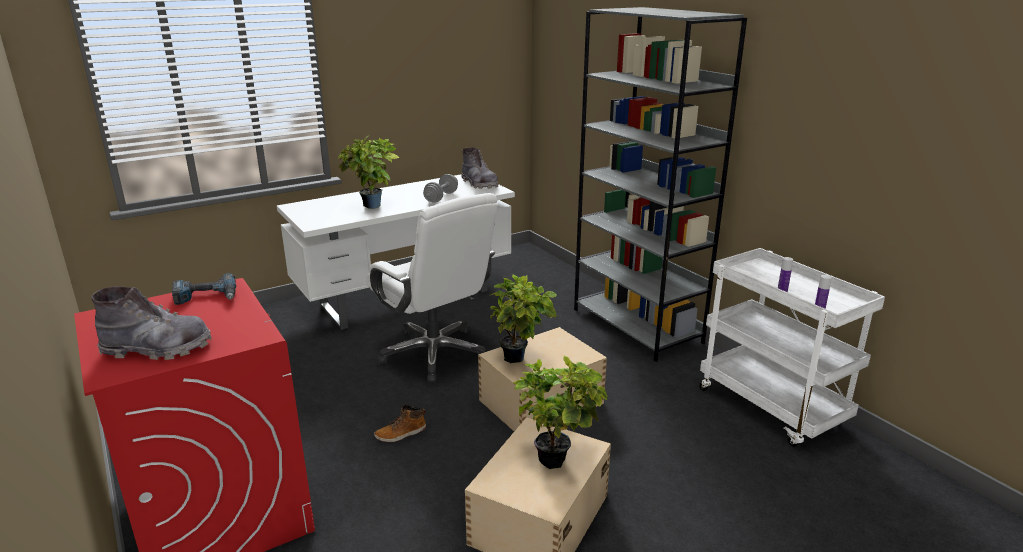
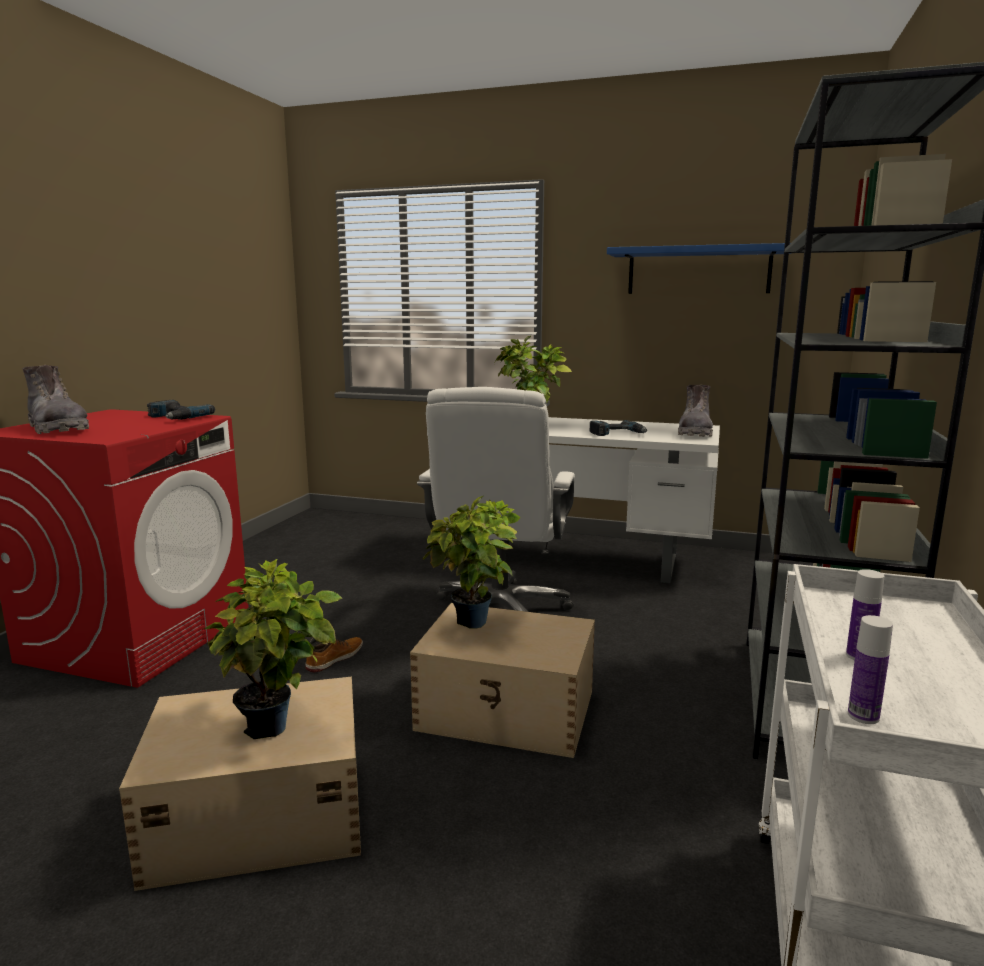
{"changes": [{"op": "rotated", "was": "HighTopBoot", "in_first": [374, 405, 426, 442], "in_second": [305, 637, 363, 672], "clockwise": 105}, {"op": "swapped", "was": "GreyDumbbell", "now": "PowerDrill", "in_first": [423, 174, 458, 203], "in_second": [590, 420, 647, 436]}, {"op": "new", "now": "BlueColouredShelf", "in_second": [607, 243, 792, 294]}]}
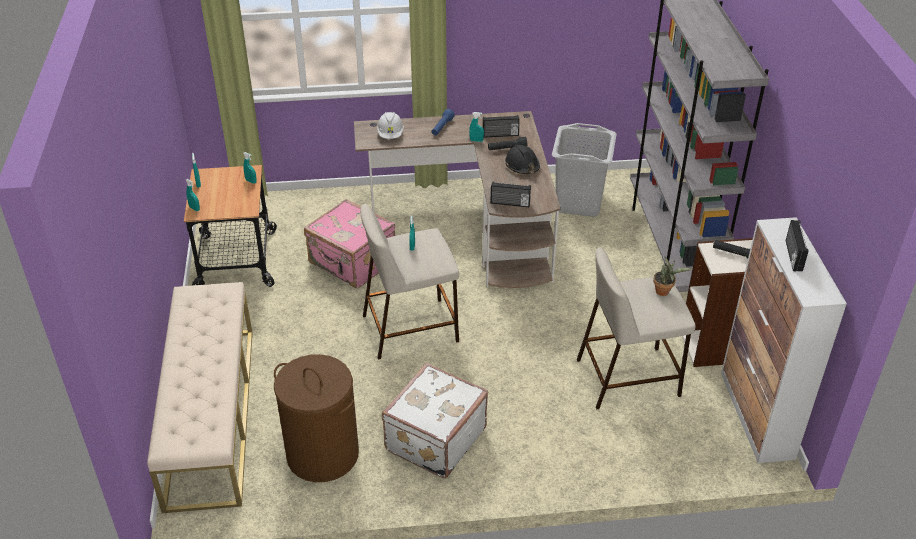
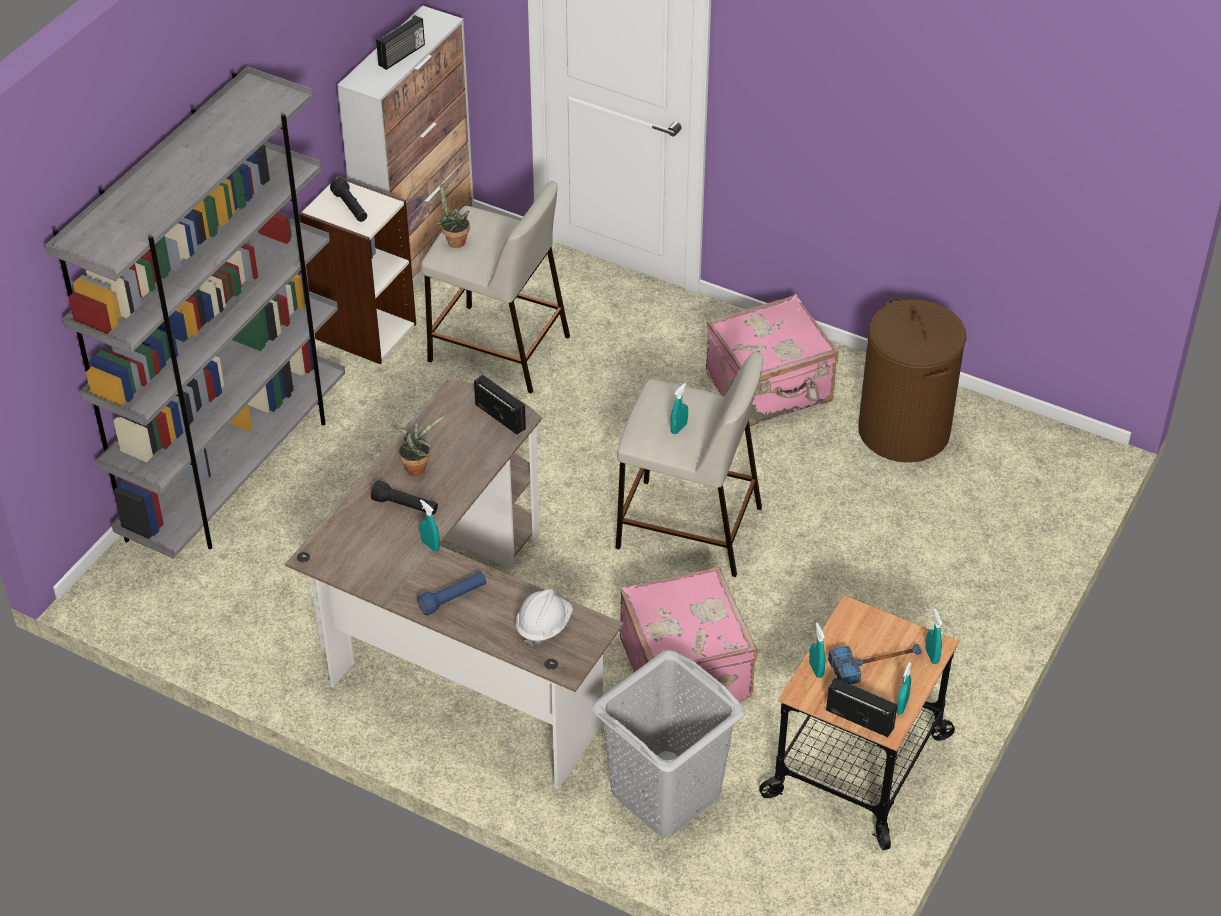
{"changes": [{"op": "gone", "was": "BeigeColouredBench", "in_first": [147, 282, 252, 513]}, {"op": "repainted", "was": "WhitishPieceOfLuggage", "now": "PinkishPieceOfLuggage", "in_first": [382, 363, 488, 478], "in_second": [706, 294, 839, 426]}, {"op": "shifted", "was": "RadioReceiver", "in_first": [483, 115, 520, 138], "in_second": [826, 678, 897, 737]}, {"op": "swapped", "was": "BlackHardHat", "now": "Houseplant", "in_first": [505, 145, 540, 174], "in_second": [394, 415, 446, 476]}, {"op": "shifted", "was": "GreyHamper", "in_first": [552, 123, 617, 217], "in_second": [591, 650, 746, 837]}, {"op": "new", "now": "Hammer", "in_second": [828, 644, 922, 684]}]}
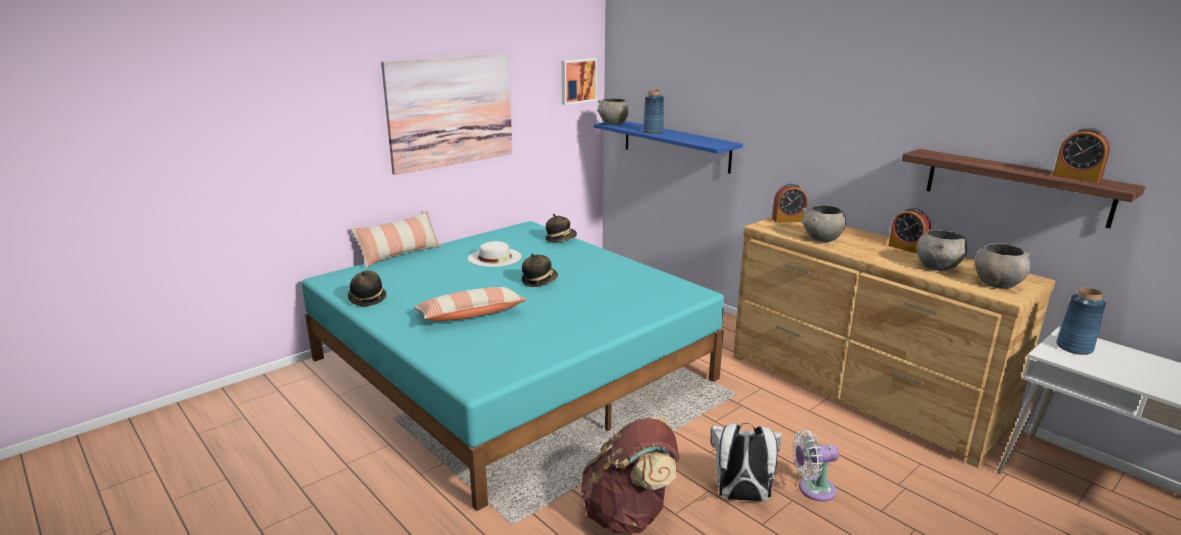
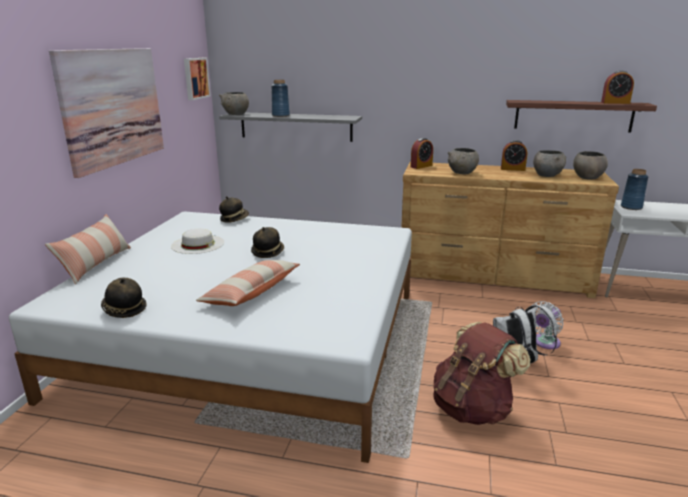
{"changes": [{"op": "repainted", "was": "TurquoiseBedroomBed", "now": "WhitishBedroomBed", "in_first": [302, 221, 724, 511], "in_second": [9, 212, 412, 463]}, {"op": "repainted", "was": "BlueColouredShelf", "now": "GreyShelf", "in_first": [594, 121, 743, 174], "in_second": [219, 112, 362, 142]}]}
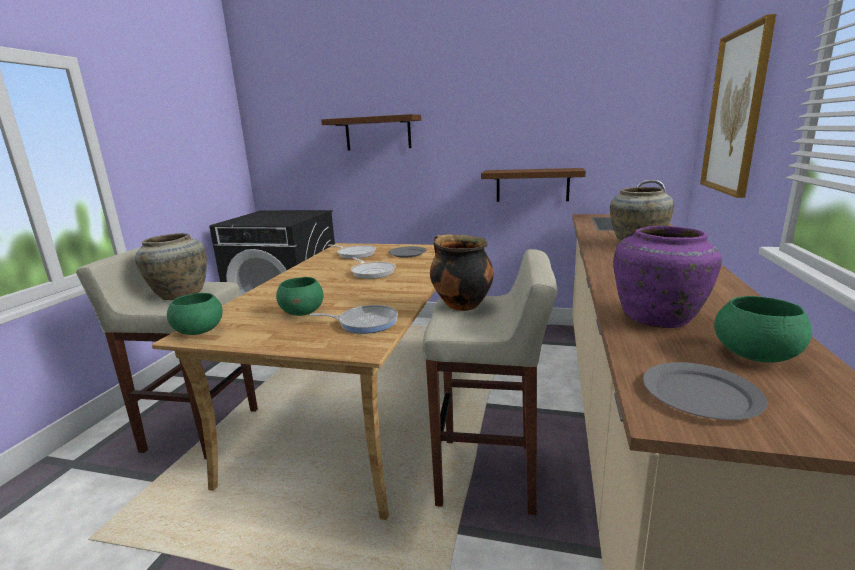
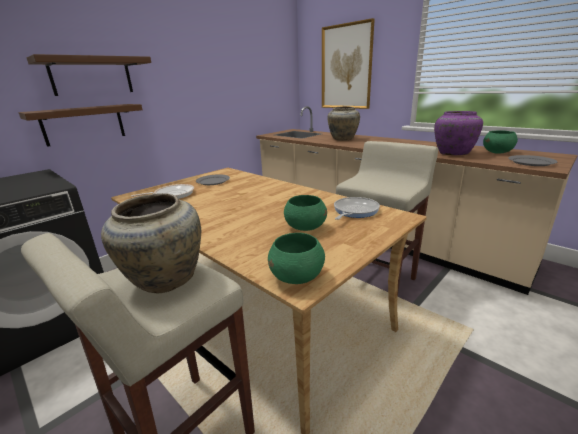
{"changes": [{"op": "gone", "was": "FryingPan", "in_first": [351, 257, 396, 279]}, {"op": "gone", "was": "CookingPot", "in_first": [430, 234, 494, 311]}, {"op": "shifted", "was": "BrownColouredShelf", "in_first": [481, 168, 586, 202], "in_second": [19, 104, 142, 147]}]}
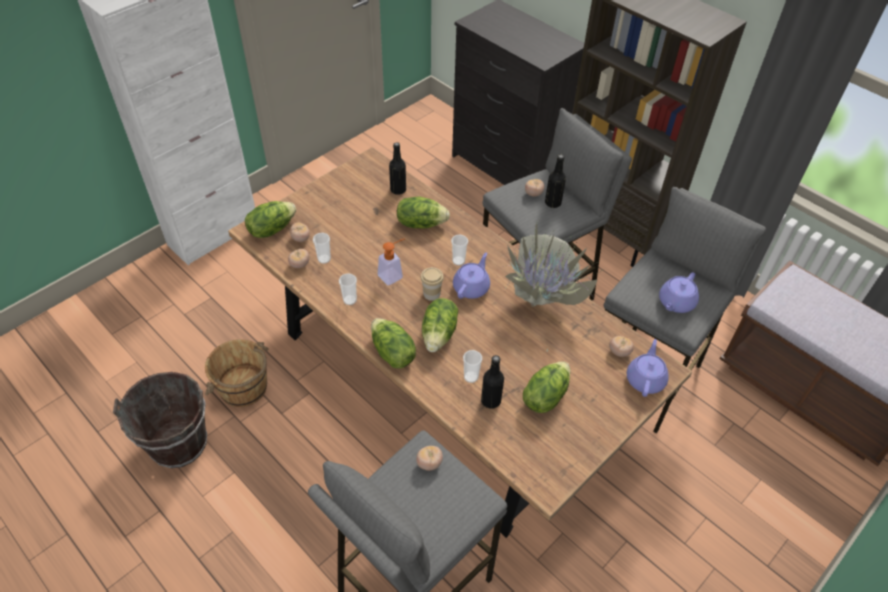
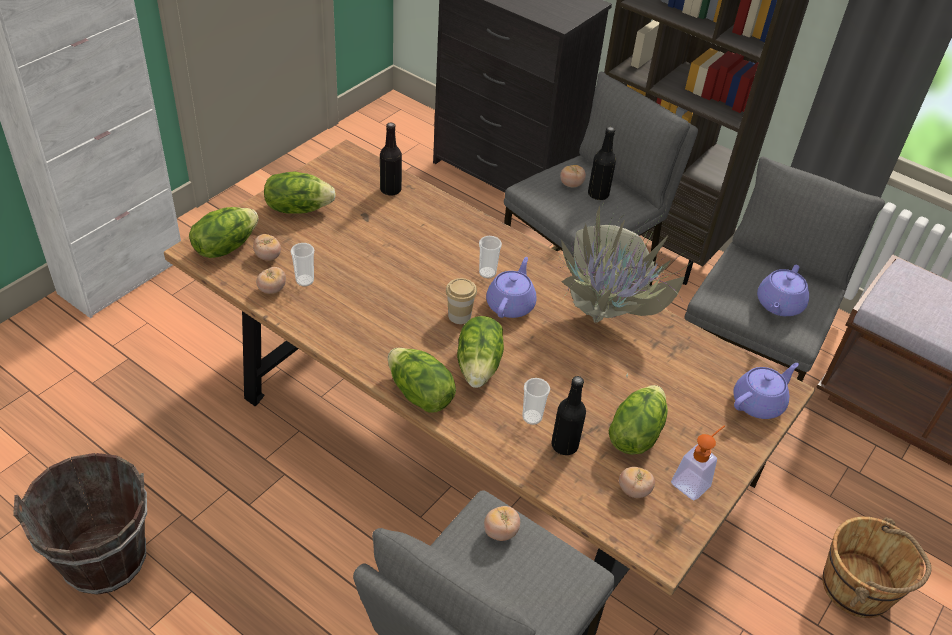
{"changes": [{"op": "shifted", "was": "BrownColouredBucket", "in_first": [205, 339, 269, 407], "in_second": [822, 516, 932, 618]}, {"op": "gone", "was": "Cup", "in_first": [339, 273, 357, 305]}, {"op": "shifted", "was": "SoapDispenser", "in_first": [378, 238, 405, 285], "in_second": [671, 425, 725, 500]}, {"op": "shifted", "was": "LettuceHead", "in_first": [397, 197, 450, 229], "in_second": [264, 171, 336, 214]}, {"op": "shifted", "was": "Tomato", "in_first": [609, 336, 634, 357], "in_second": [619, 467, 655, 498]}, {"op": "rotated", "was": "PurplishTeaPot", "in_first": [627, 339, 669, 397], "in_second": [733, 363, 799, 419], "clockwise": 45}]}
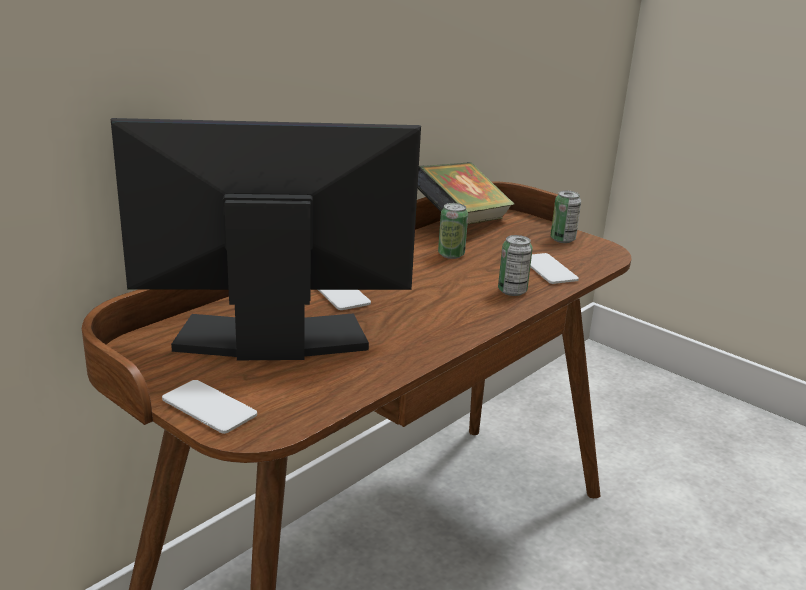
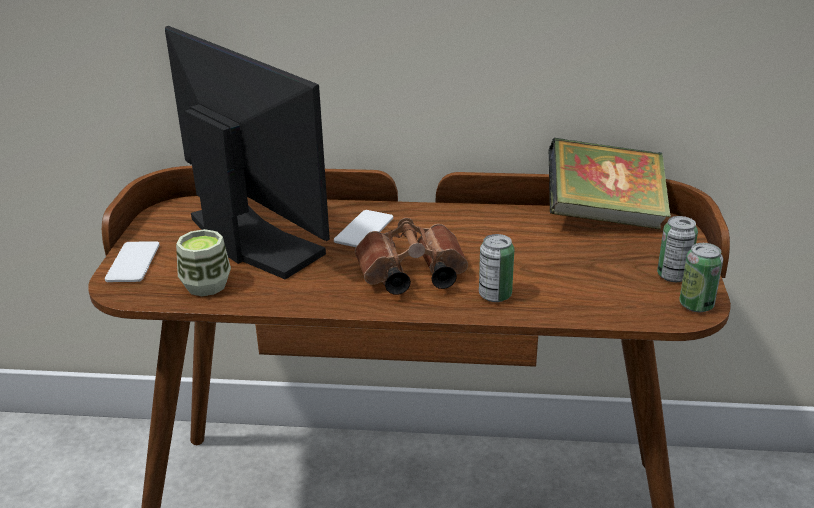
{"changes": [{"op": "shifted", "was": "MetalCan", "in_first": [438, 203, 468, 259], "in_second": [679, 243, 723, 312]}, {"op": "gone", "was": "Handset", "in_first": [530, 253, 579, 284]}, {"op": "new", "now": "Cup", "in_second": [176, 229, 231, 296]}, {"op": "new", "now": "BrownColouredFieldGlasses", "in_second": [355, 218, 468, 295]}]}
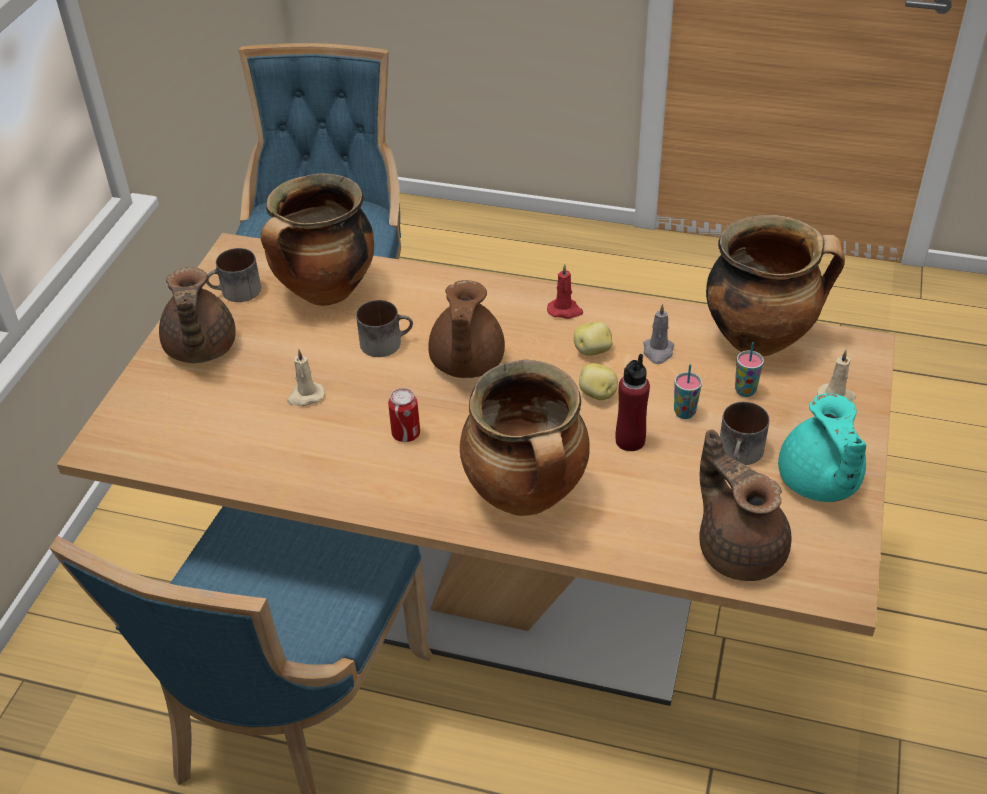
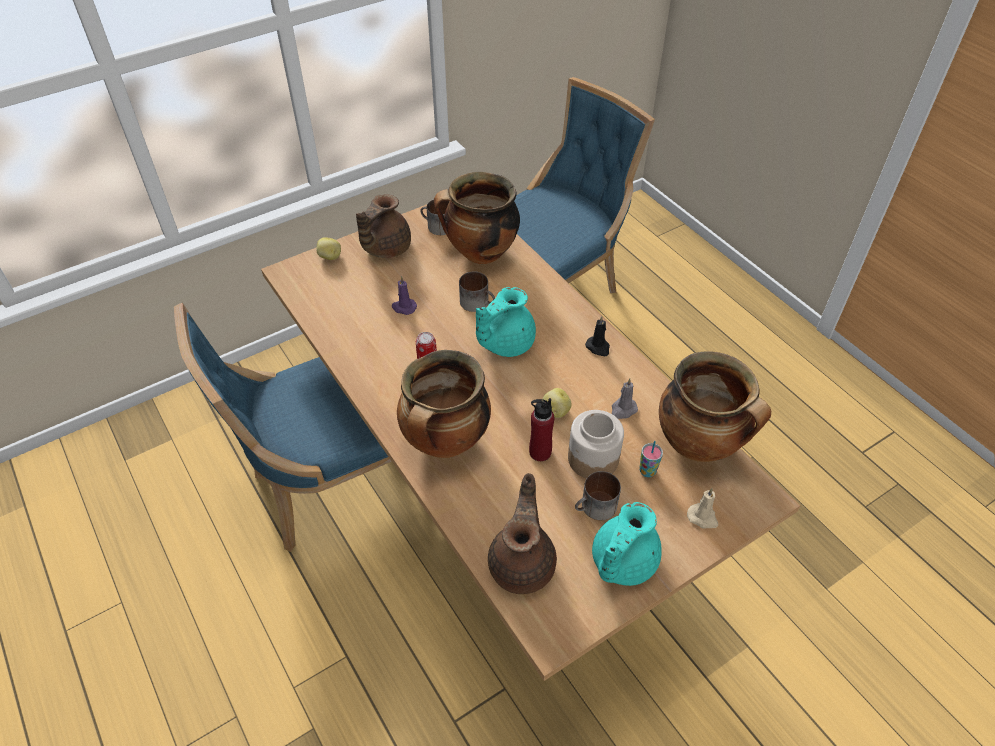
{"changes": [{"op": "repainted", "was": "BeigeColouredWaxLight", "now": "PurplishWaxLight", "in_first": [287, 349, 325, 406], "in_second": [392, 276, 417, 315]}, {"op": "repainted", "was": "BrownColouredTeaPot", "now": "TurquoiseTeaPot", "in_first": [428, 280, 505, 378], "in_second": [476, 287, 536, 357]}, {"op": "repainted", "was": "RedWaxLight", "now": "BlackWaxLight", "in_first": [547, 264, 583, 319], "in_second": [585, 316, 610, 356]}, {"op": "shifted", "was": "Potato", "in_first": [574, 322, 612, 356], "in_second": [317, 237, 341, 260]}, {"op": "swapped", "was": "Cup", "now": "PreserveJar", "in_first": [674, 364, 702, 419], "in_second": [568, 410, 624, 479]}]}
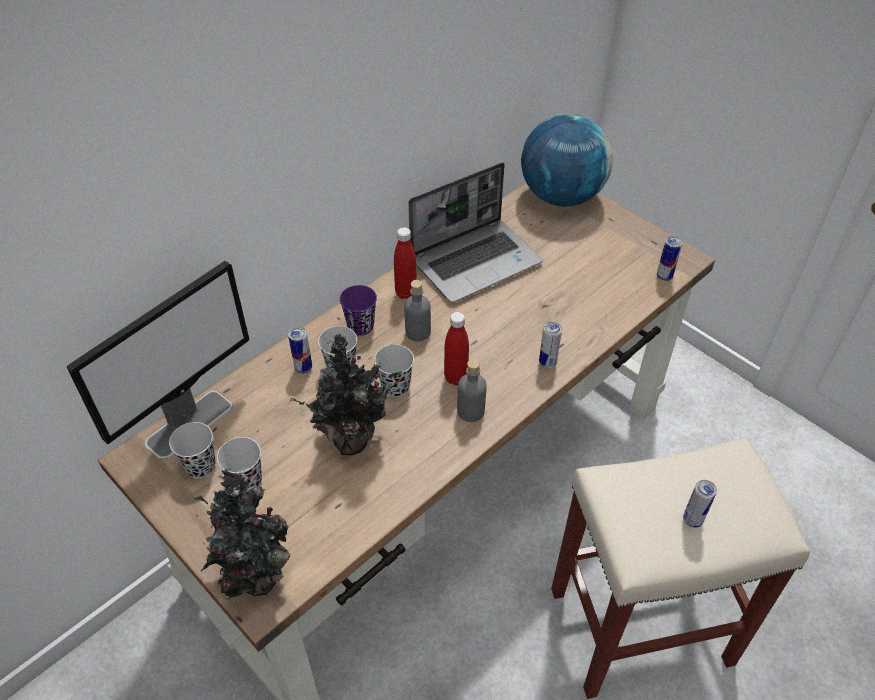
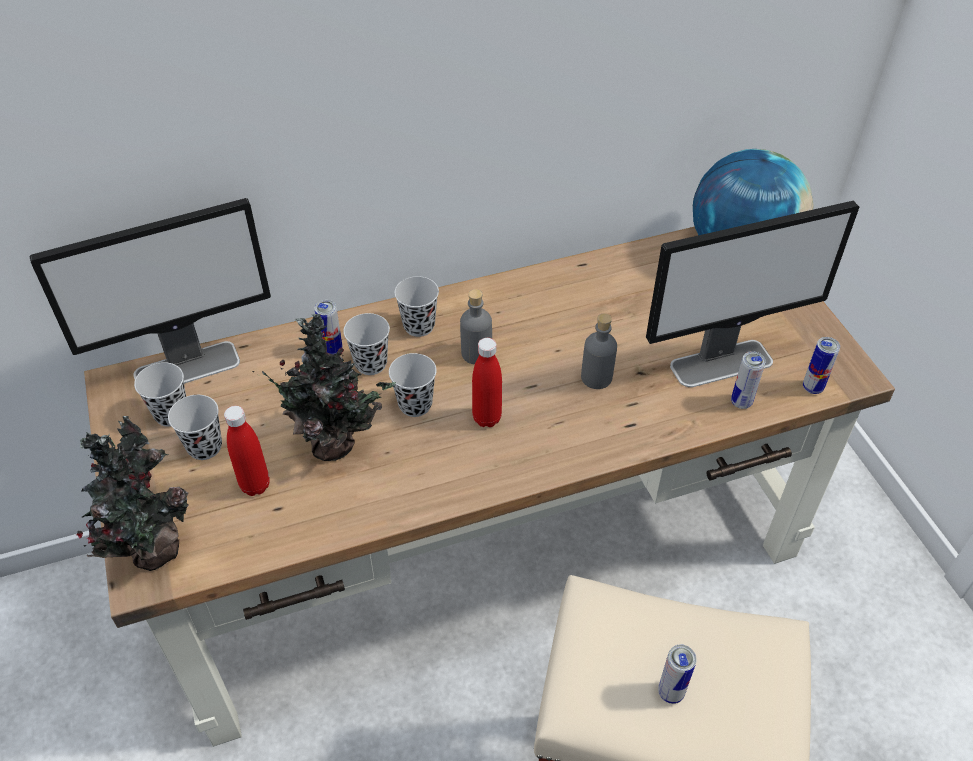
{"changes": [{"op": "repainted", "was": "PurplishCup", "now": "BlackCup", "in_first": [339, 285, 377, 336], "in_second": [394, 276, 439, 337]}, {"op": "shifted", "was": "RedBeverageBottle", "in_first": [394, 227, 417, 299], "in_second": [224, 406, 270, 496]}, {"op": "gone", "was": "Laptop", "in_first": [408, 162, 543, 303]}, {"op": "shifted", "was": "GreyBeverageBottle", "in_first": [457, 359, 487, 422], "in_second": [581, 313, 617, 389]}, {"op": "shifted", "was": "MetalCan", "in_first": [539, 322, 562, 369], "in_second": [731, 351, 766, 409]}, {"op": "new", "now": "Monitor", "in_second": [646, 201, 859, 387]}]}
